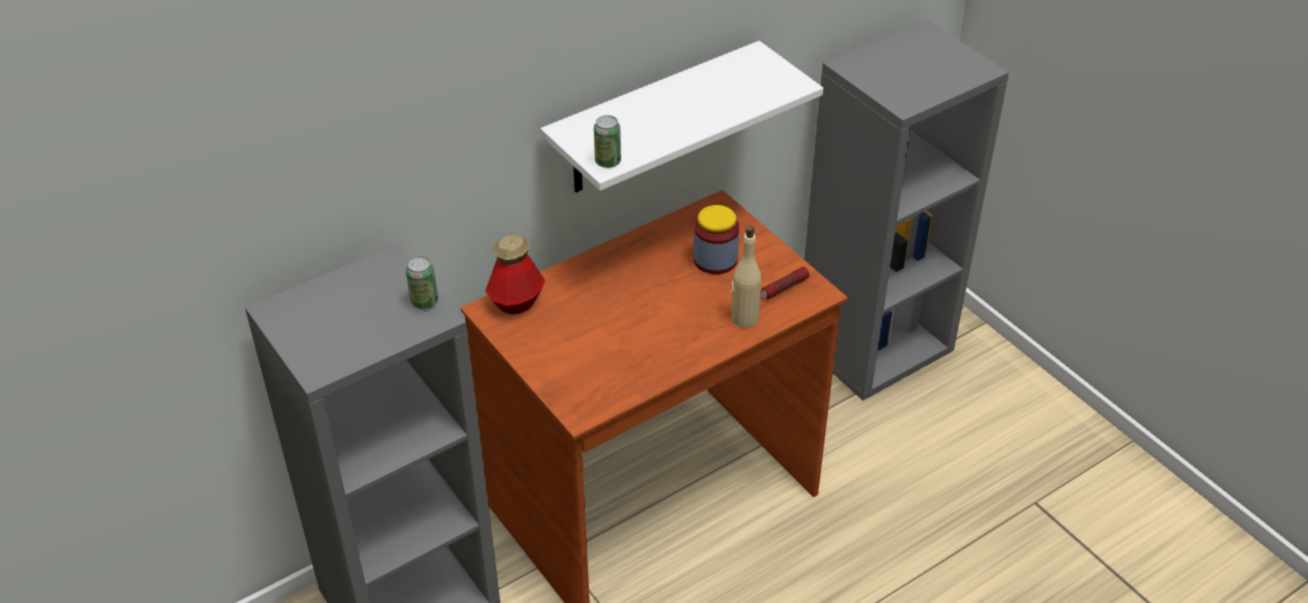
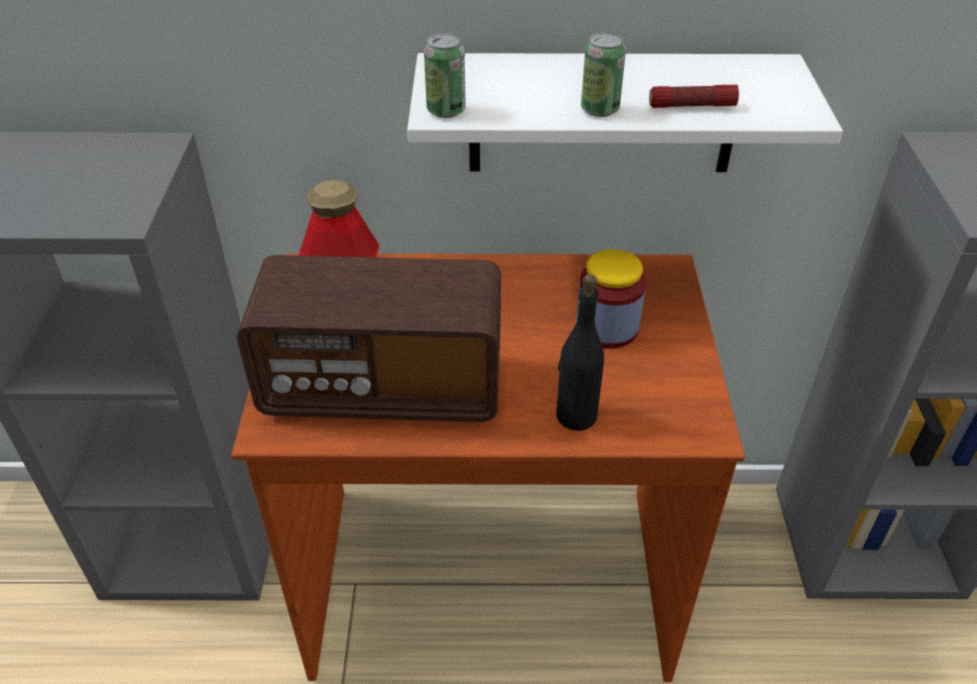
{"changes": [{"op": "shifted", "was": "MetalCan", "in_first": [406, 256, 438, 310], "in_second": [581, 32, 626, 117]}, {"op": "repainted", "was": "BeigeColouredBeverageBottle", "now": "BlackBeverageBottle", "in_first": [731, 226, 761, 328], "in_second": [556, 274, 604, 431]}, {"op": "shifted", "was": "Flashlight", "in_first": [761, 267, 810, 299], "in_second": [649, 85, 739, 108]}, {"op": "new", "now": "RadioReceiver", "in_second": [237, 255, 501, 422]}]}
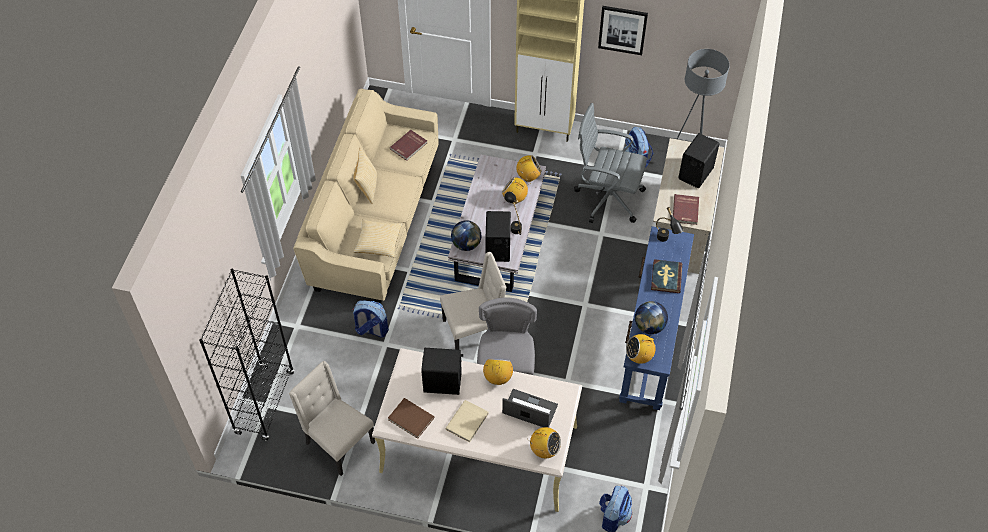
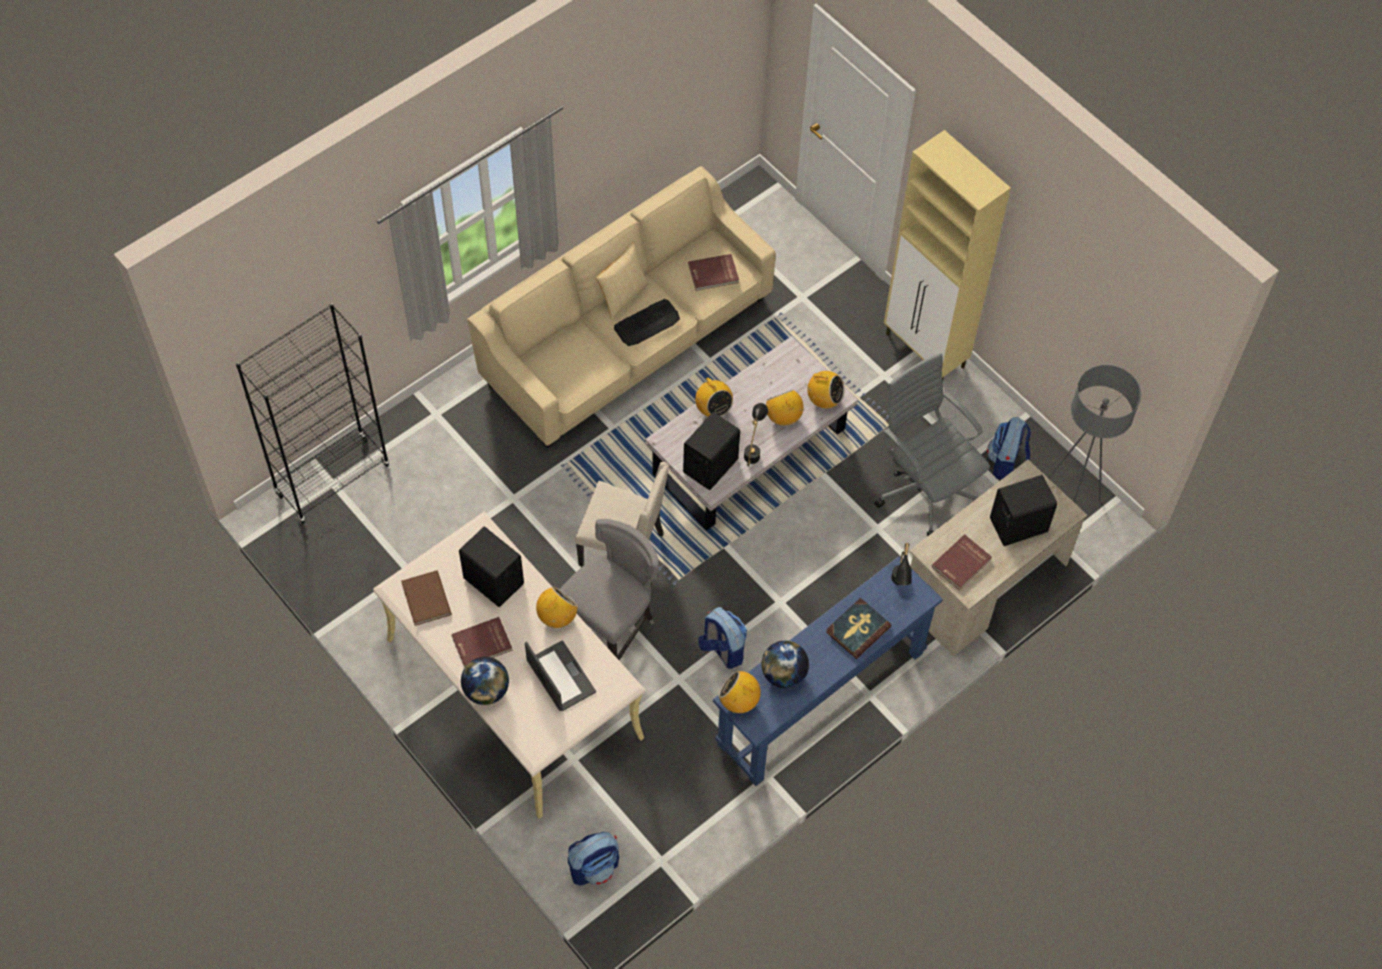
{"changes": [{"op": "gone", "was": "BeigeColouredChair", "in_first": [289, 361, 375, 476]}, {"op": "shifted", "was": "Rucksack", "in_first": [352, 301, 389, 338], "in_second": [698, 607, 747, 669]}, {"op": "gone", "was": "ThrowPillow", "in_first": [354, 219, 403, 258]}, {"op": "repainted", "was": "BeigeColouredBook", "now": "RedBook", "in_first": [445, 400, 488, 443], "in_second": [451, 617, 512, 667]}, {"op": "shifted", "was": "WorldGlobe", "in_first": [451, 220, 481, 251], "in_second": [461, 657, 509, 705]}, {"op": "shifted", "was": "RadioReceiver", "in_first": [530, 427, 561, 458], "in_second": [695, 377, 733, 417]}, {"op": "gone", "was": "Picture", "in_first": [598, 6, 648, 55]}, {"op": "new", "now": "Keyboard", "in_second": [614, 299, 680, 346]}]}
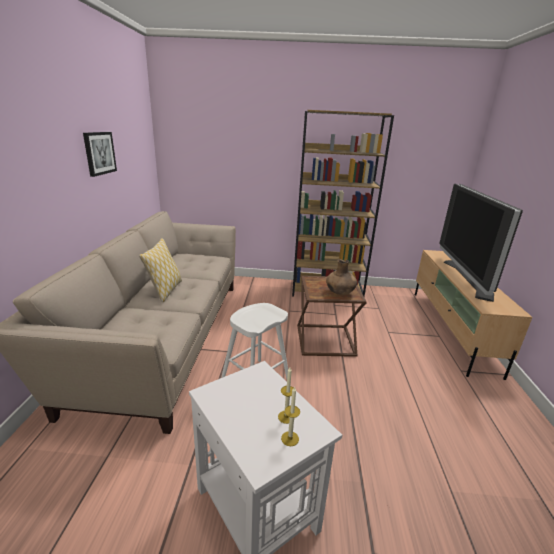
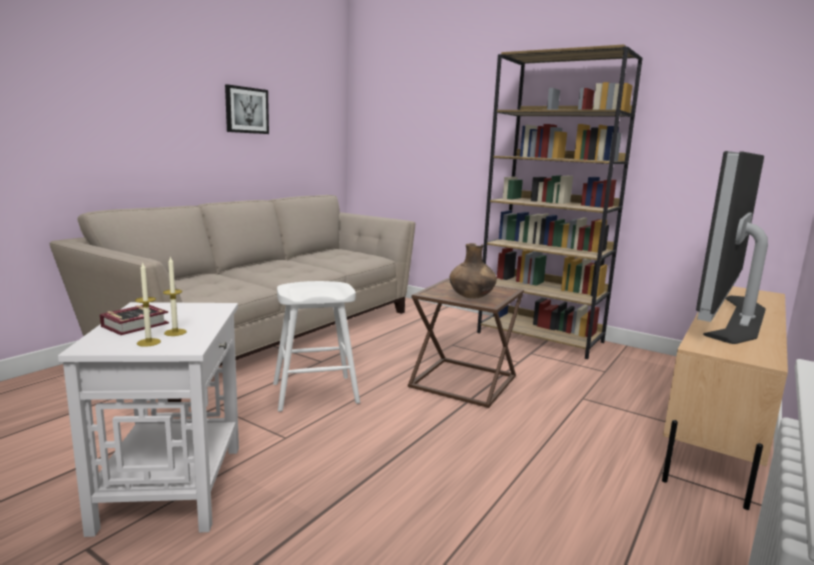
{"changes": [{"op": "gone", "was": "ThrowPillow", "in_first": [139, 238, 182, 302]}, {"op": "new", "now": "Book", "in_second": [100, 305, 169, 335]}]}
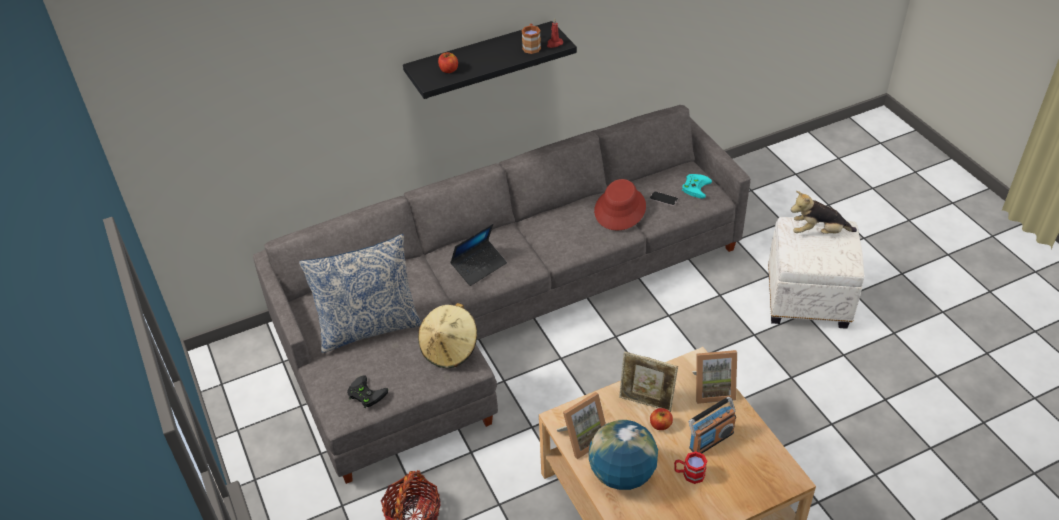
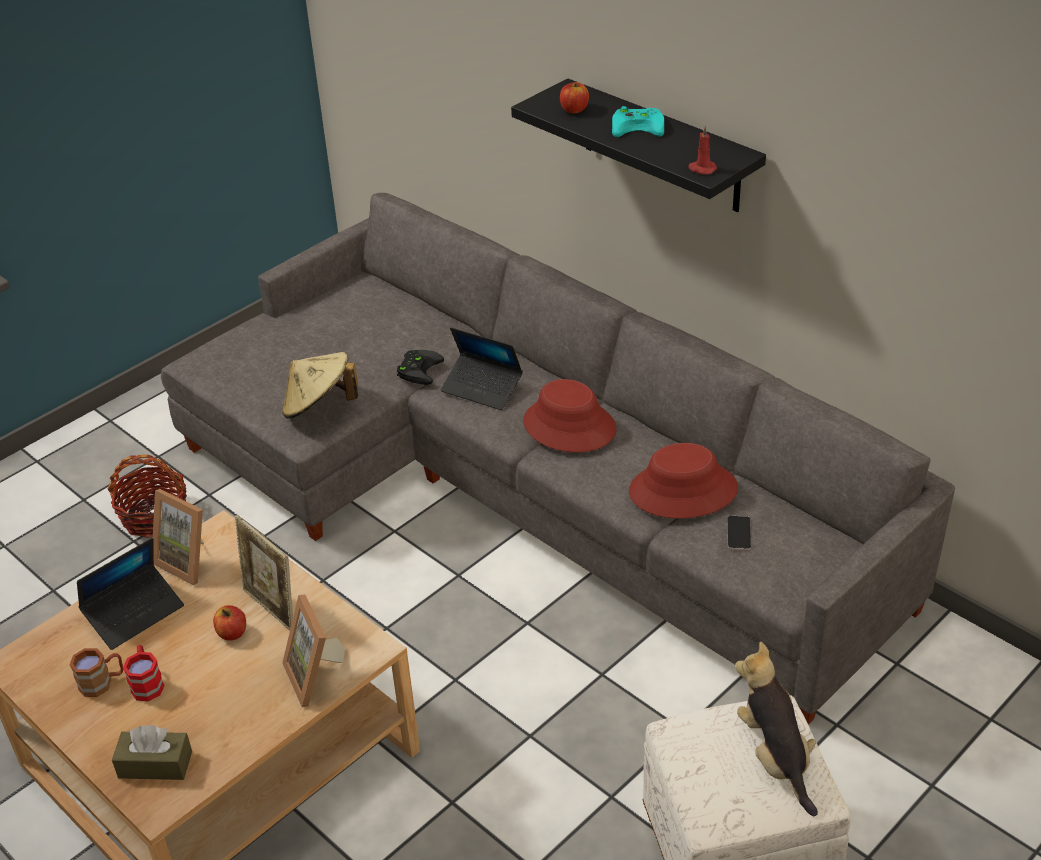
{"changes": [{"op": "gone", "was": "ThrowPillow", "in_first": [299, 234, 422, 353]}, {"op": "shifted", "was": "BlackJoypad", "in_first": [347, 375, 388, 408], "in_second": [397, 350, 444, 385]}, {"op": "shifted", "was": "BrownColouredMug", "in_first": [522, 23, 541, 54], "in_second": [69, 648, 123, 697]}, {"op": "swapped", "was": "WorldGlobe", "now": "Laptop", "in_first": [589, 420, 658, 490], "in_second": [77, 538, 184, 650]}, {"op": "rotated", "was": "PhotoFrame", "in_first": [619, 351, 678, 412], "in_second": [235, 515, 293, 630], "clockwise": -45}, {"op": "shifted", "was": "TurquoiseJoypad", "in_first": [682, 174, 712, 199], "in_second": [612, 106, 664, 137]}, {"op": "gone", "was": "RadioReceiver", "in_first": [689, 397, 736, 453]}, {"op": "new", "now": "BrownColouredBoxOfTissues", "in_second": [112, 725, 192, 780]}, {"op": "new", "now": "RedHat", "in_second": [524, 379, 617, 453]}]}
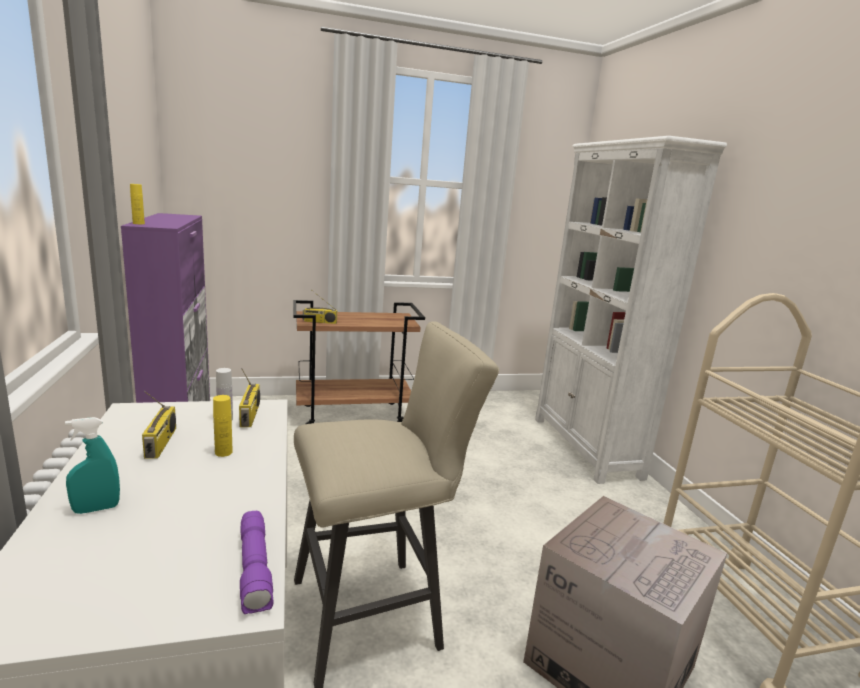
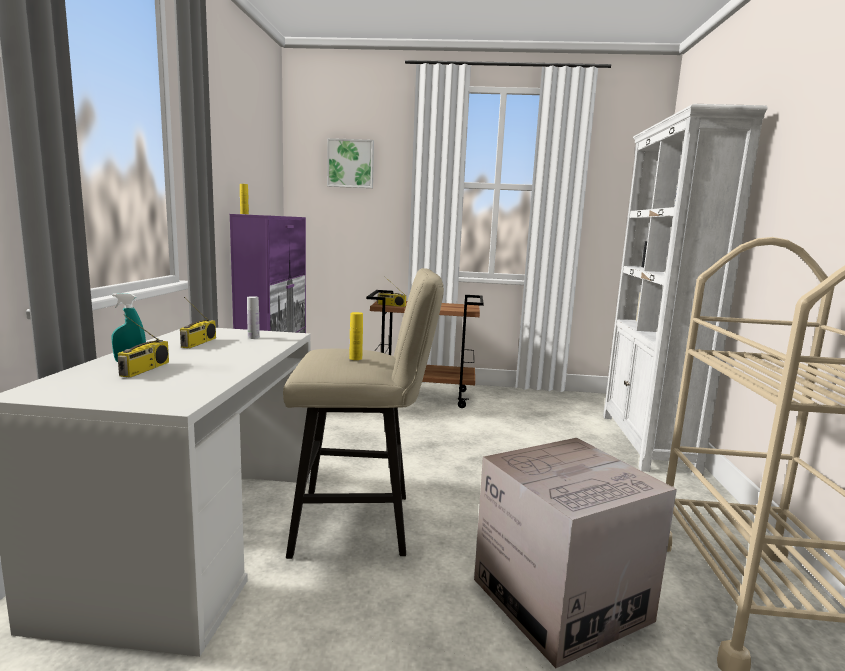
{"changes": [{"op": "shifted", "was": "YellowColouredBeverageBottle", "in_first": [213, 395, 233, 457], "in_second": [349, 312, 363, 360]}, {"op": "shifted", "was": "RadioReceiver", "in_first": [239, 368, 260, 427], "in_second": [118, 314, 169, 378]}, {"op": "gone", "was": "PurplishFlashlight", "in_first": [240, 511, 274, 614]}, {"op": "new", "now": "Picture", "in_second": [327, 138, 374, 188]}]}
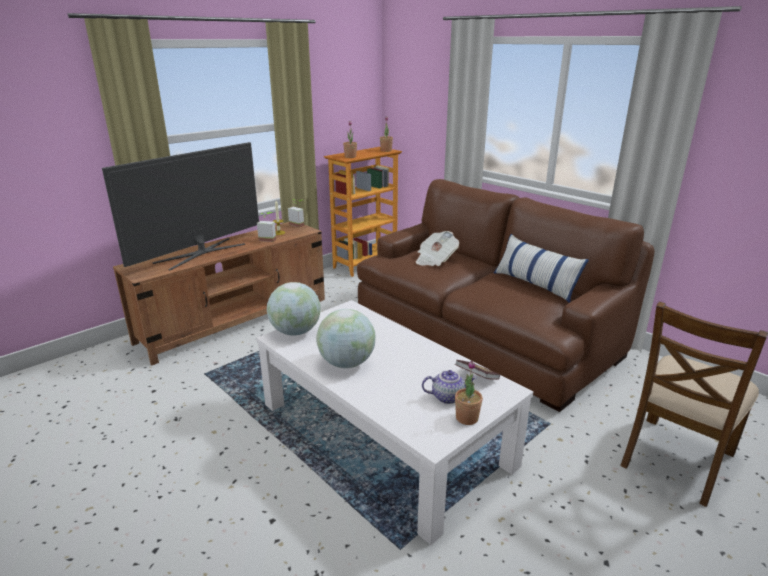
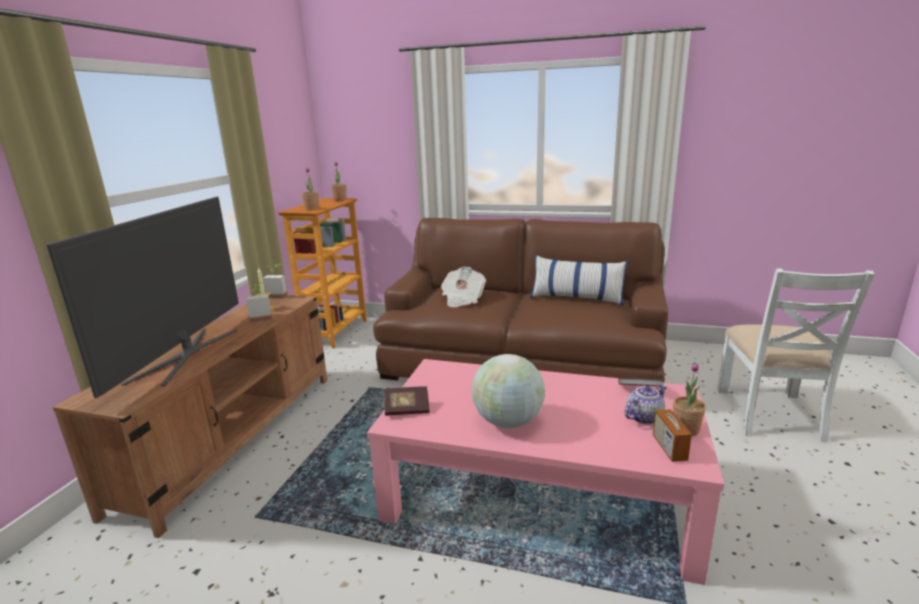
{"changes": [{"op": "repainted", "was": "WhitishLoungeTable", "now": "PinkishLoungeTable", "in_first": [256, 300, 533, 545], "in_second": [367, 359, 724, 585]}, {"op": "swapped", "was": "WorldGlobe", "now": "Book", "in_first": [267, 282, 321, 336], "in_second": [384, 386, 430, 416]}, {"op": "repainted", "was": "BrownColouredChair", "now": "WhitishChair", "in_first": [620, 302, 768, 507], "in_second": [717, 268, 875, 443]}, {"op": "new", "now": "RadioReceiver", "in_second": [653, 394, 692, 462]}]}
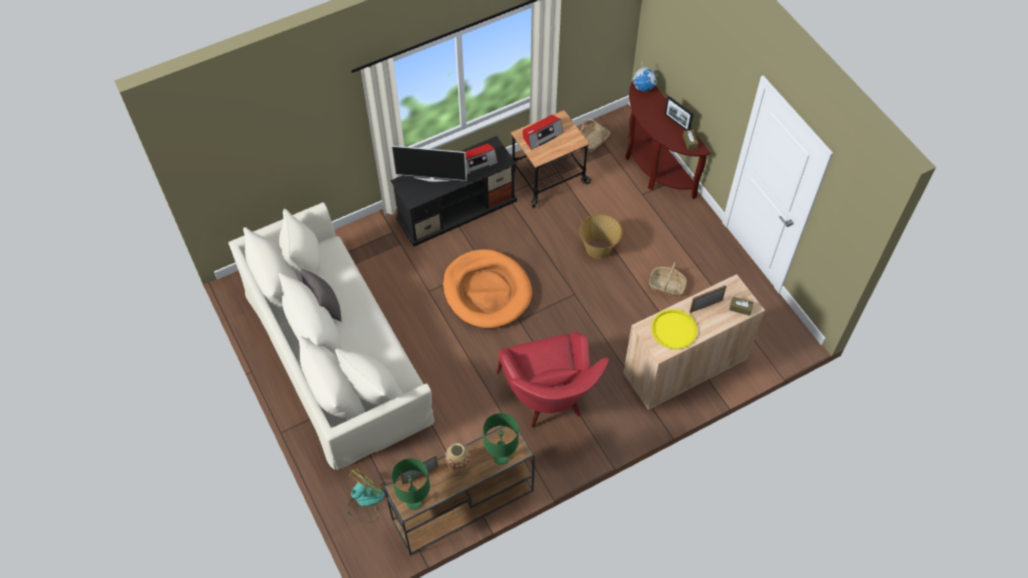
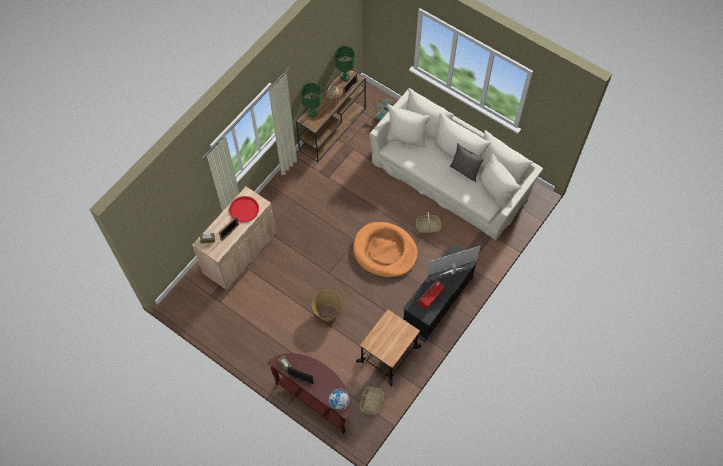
{"changes": [{"op": "gone", "was": "RedLoungeChair", "in_first": [497, 331, 609, 428]}, {"op": "gone", "was": "RadioReceiver", "in_first": [523, 115, 564, 150]}, {"op": "shifted", "was": "Basket", "in_first": [649, 262, 687, 297], "in_second": [416, 212, 442, 233]}, {"op": "repainted", "was": "YellowColouredServingTray", "now": "RedServingTray", "in_first": [651, 309, 698, 349], "in_second": [229, 196, 259, 223]}]}
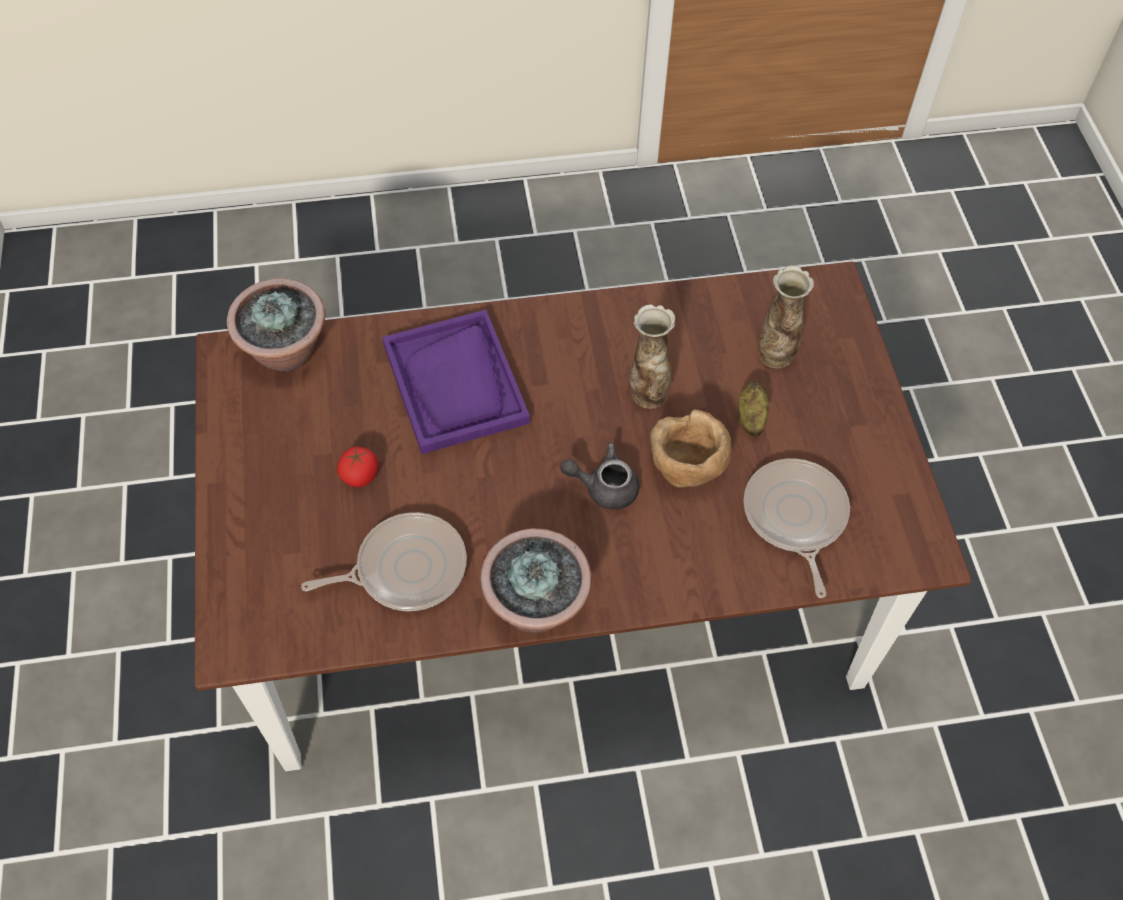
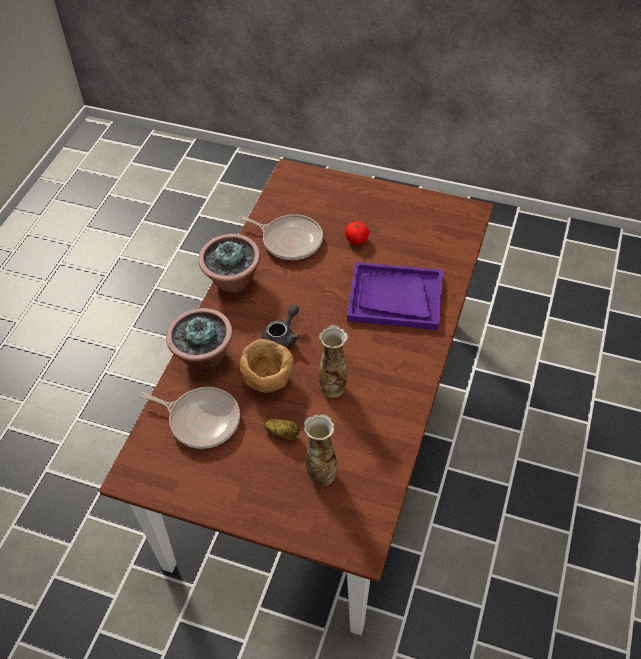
{"changes": [{"op": "shifted", "was": "Houseplant", "in_first": [227, 278, 325, 371], "in_second": [166, 308, 233, 372]}, {"op": "rotated", "was": "FryingPan", "in_first": [301, 512, 467, 611], "in_second": [238, 214, 323, 260], "clockwise": -75}]}
